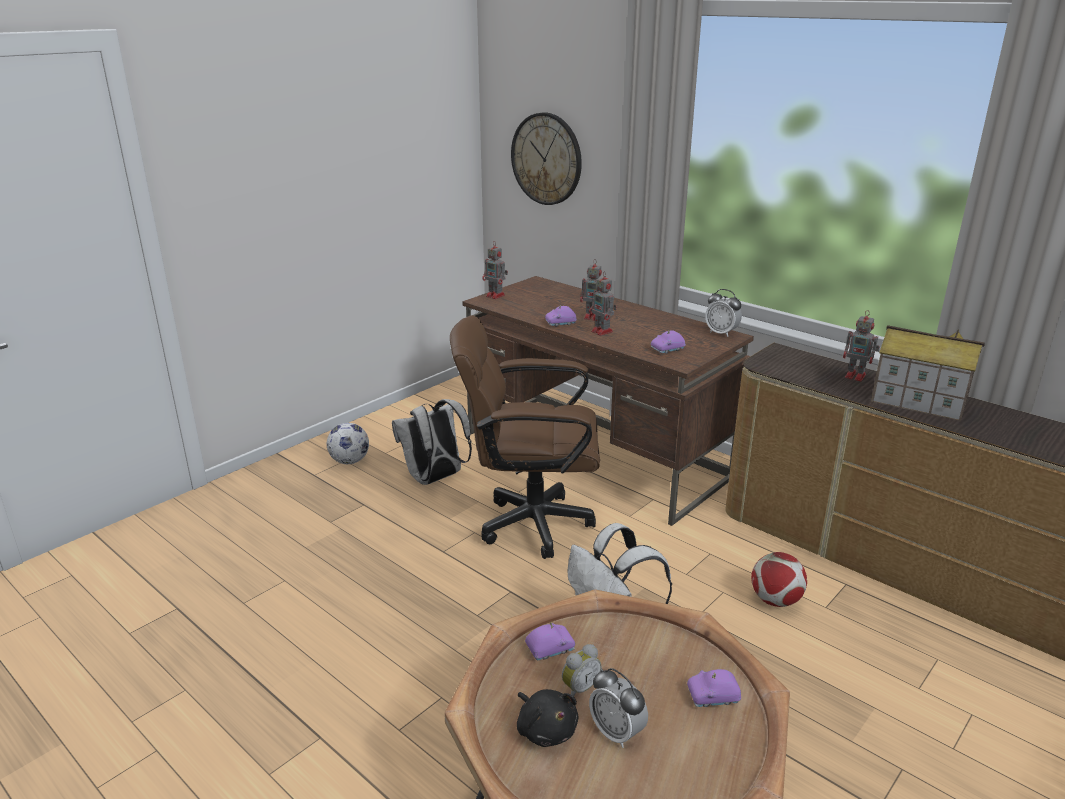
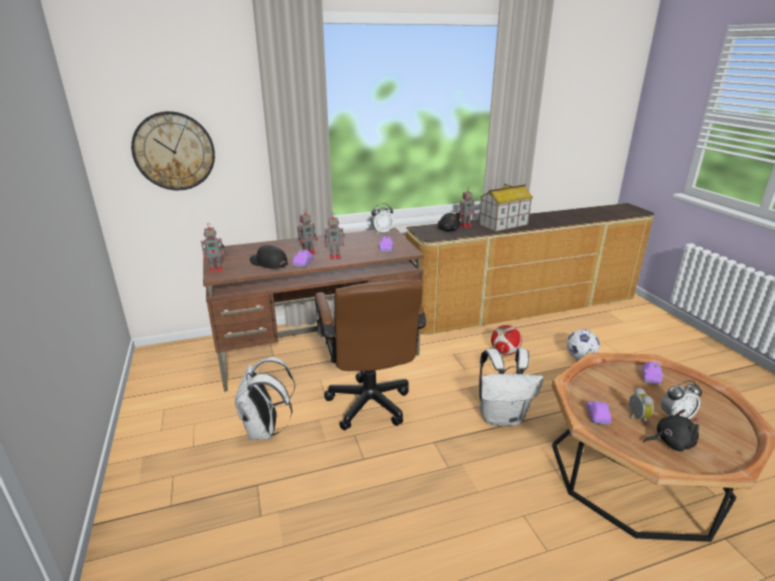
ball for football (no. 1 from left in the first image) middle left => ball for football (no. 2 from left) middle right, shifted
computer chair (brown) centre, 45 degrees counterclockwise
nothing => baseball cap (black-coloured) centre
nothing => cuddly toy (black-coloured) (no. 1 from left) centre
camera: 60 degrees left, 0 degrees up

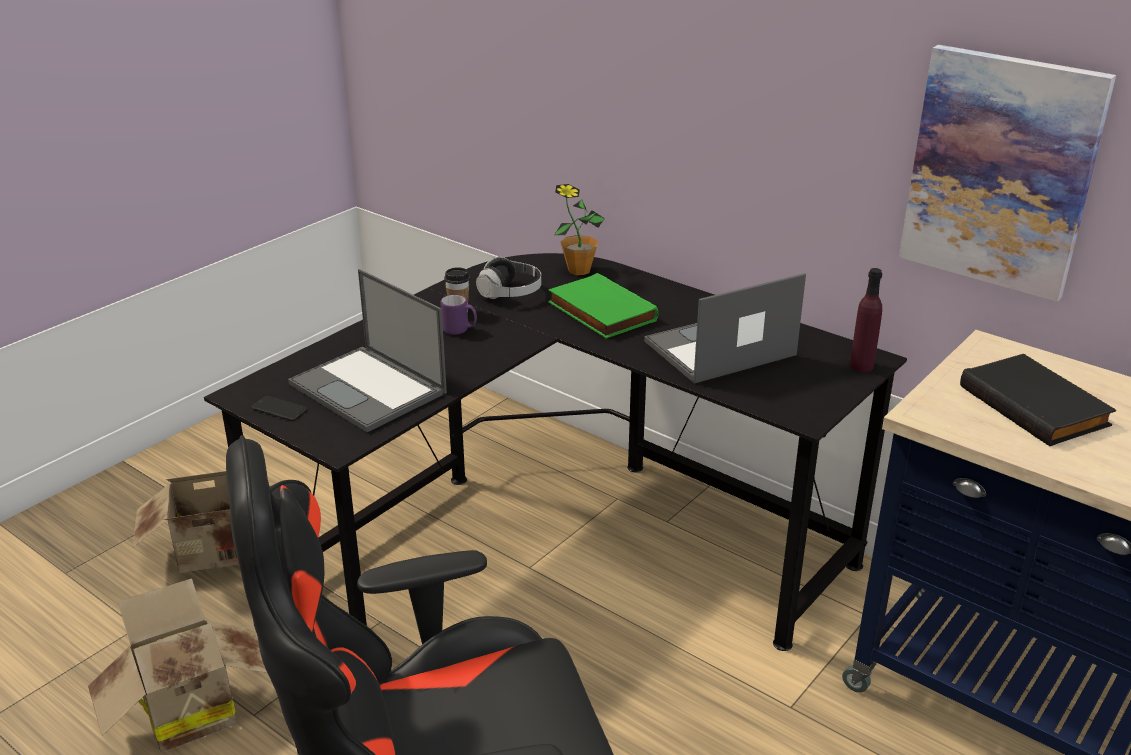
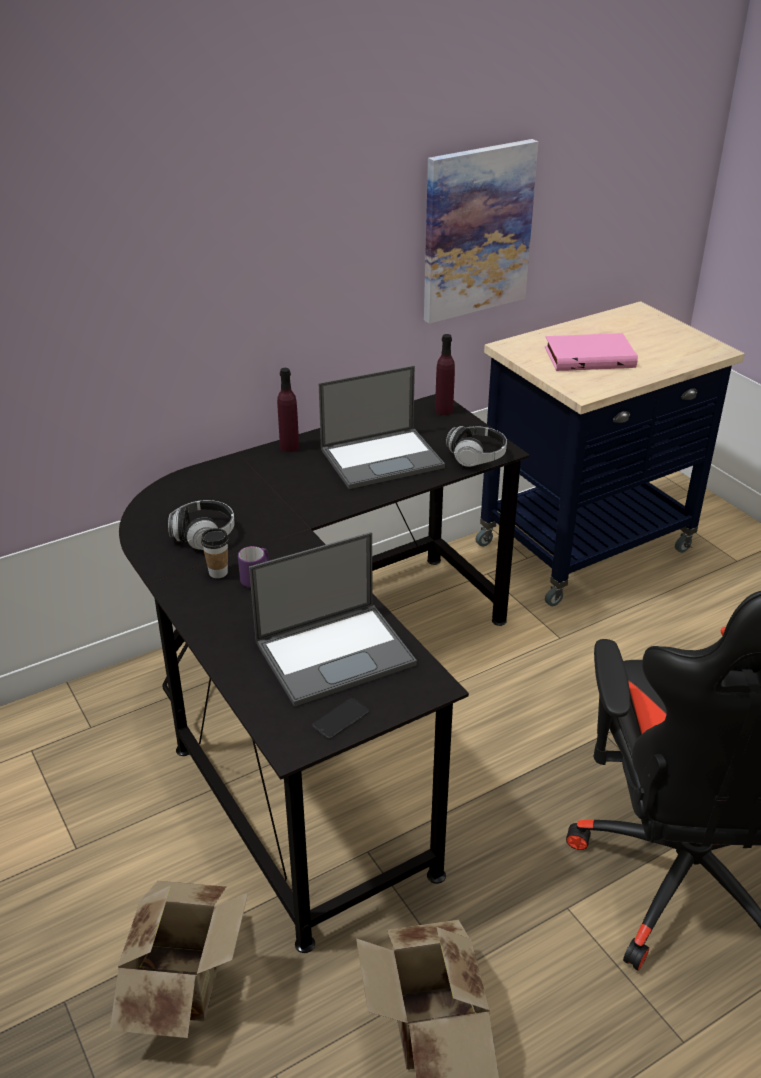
bound book (greenish) centre => nothing
houseplant top centre => nothing
notebook computer (no. 2 from left) centre, 105 degrees counterclockwise
bound book (black-coloured) middle right => bound book (pink) top right
nothing => drink bottle (purple) (no. 1 from left) centre
nothing => pair of headphones (no. 2 from left) centre
camera: 70 degrees left, 5 degrees up

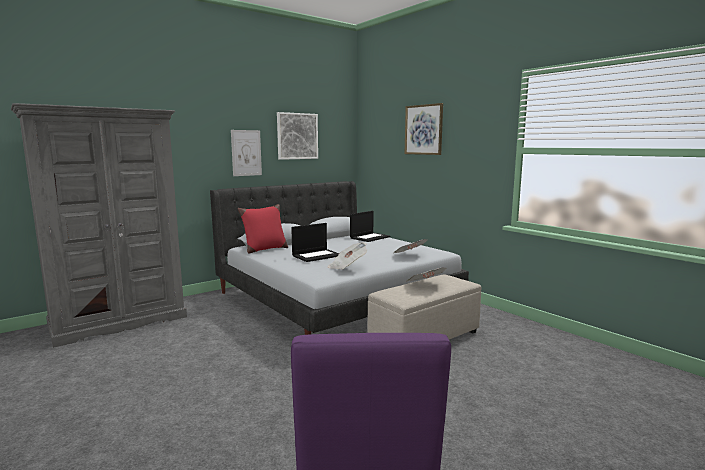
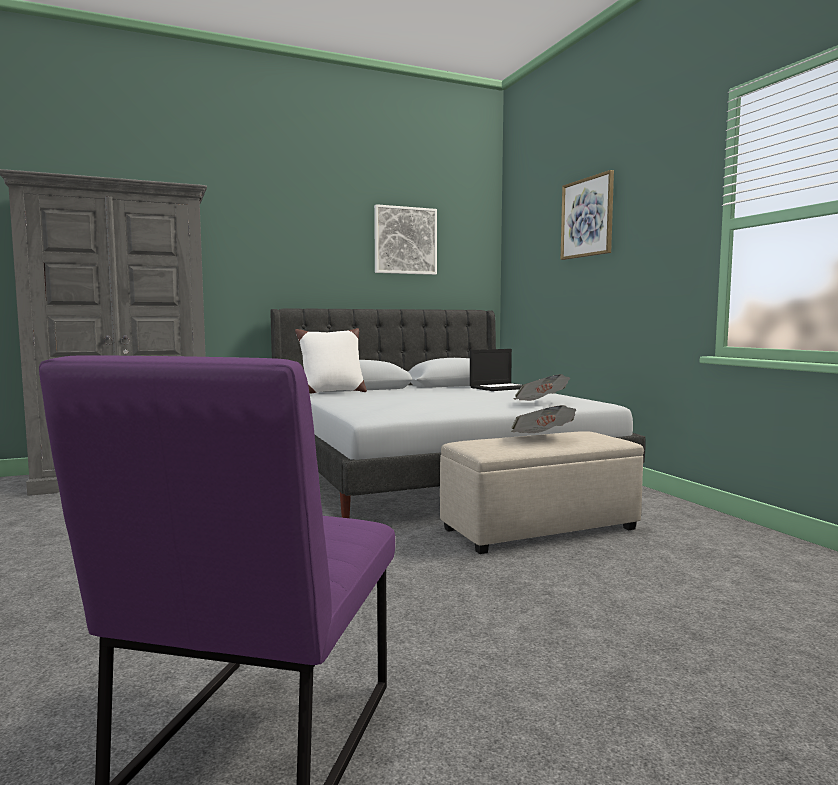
picture (no. 1 from left) top centre => nothing
throw pillow (red) centre => throw pillow (white-coloured) centre
notebook computer (no. 1 from left) centre => nothing
newspaper (no. 1 from left) centre => nothing
camera: 15 degrees right, 5 degrees down

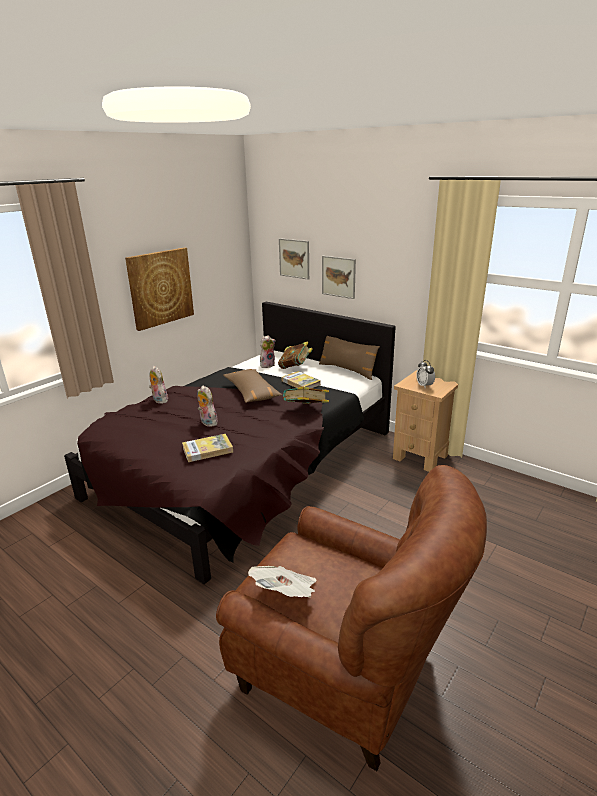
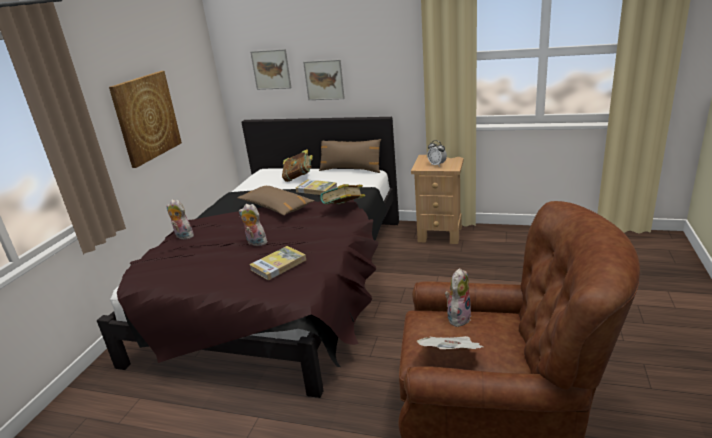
cuddly toy (no. 3 from left) centre => cuddly toy (no. 3 from left) bottom centre, shifted
camera: 20 degrees left, 0 degrees up

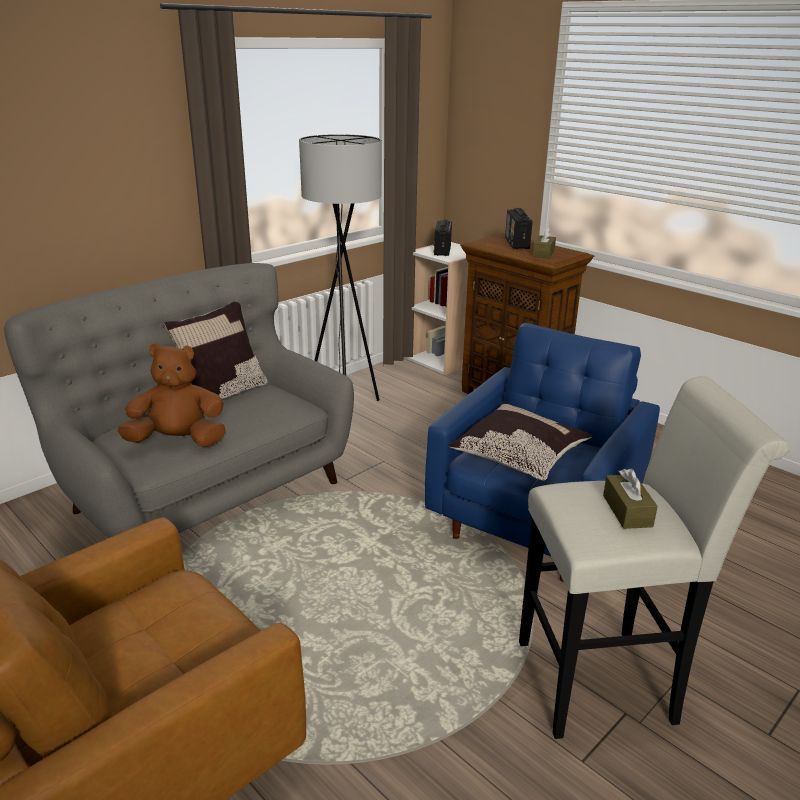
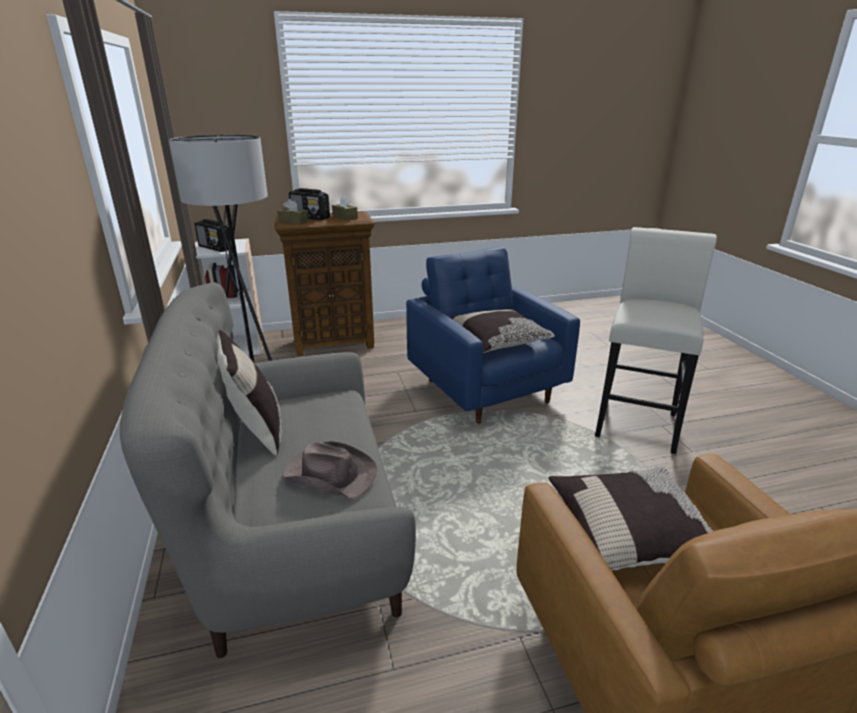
cuddly toy (brown) middle left => wearable hat (brown) centre
tissue box (brown) (no. 2 from left in the first image) middle right => tissue box (brown) (no. 1 from left) top centre, shifted
nothing => throw pillow (no. 3 from left) bottom right
camera: 60 degrees left, 0 degrees up

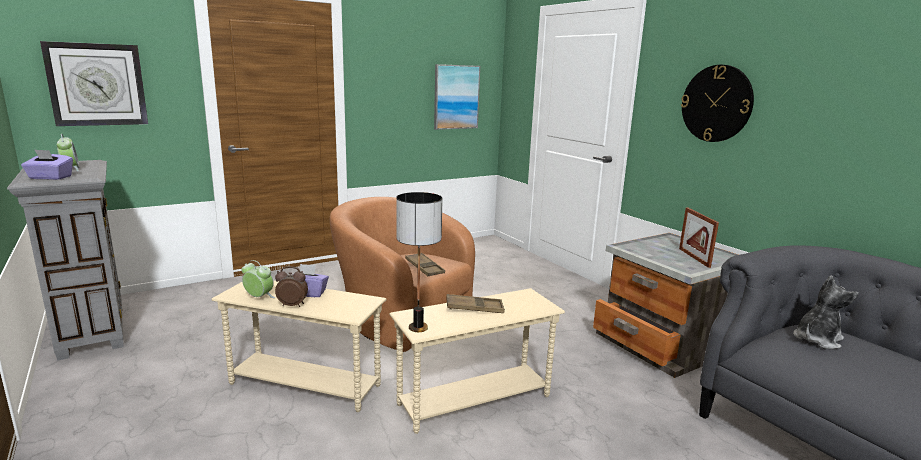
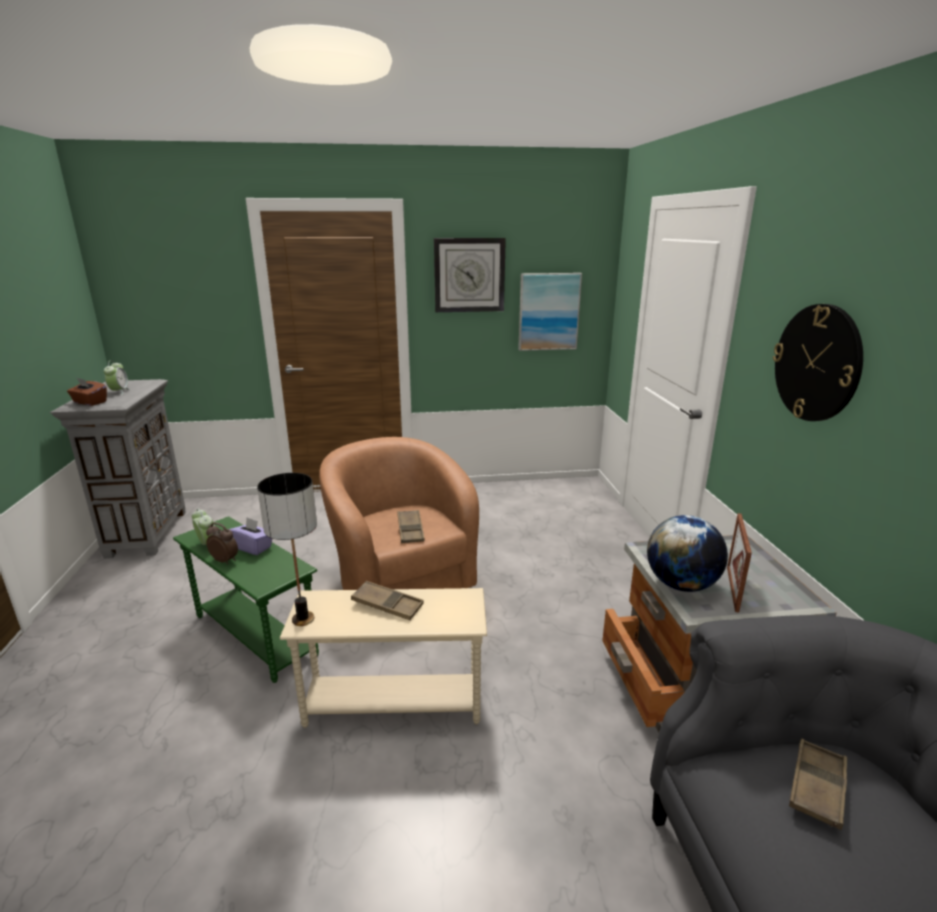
tissue box (purple) (no. 1 from left) middle left => tissue box (brown) middle left
clock on the wall (no. 1 from left) top left => clock on the wall (no. 1 from left) top centre, shifted
accent table (sand-coloured) (no. 1 from left) bottom left => accent table (greenish) middle left
cuddly toy bottom right => carrying tray (brown) (no. 3 from left) bottom right
nothing => world globe middle right
camera: 25 degrees right, 5 degrees up

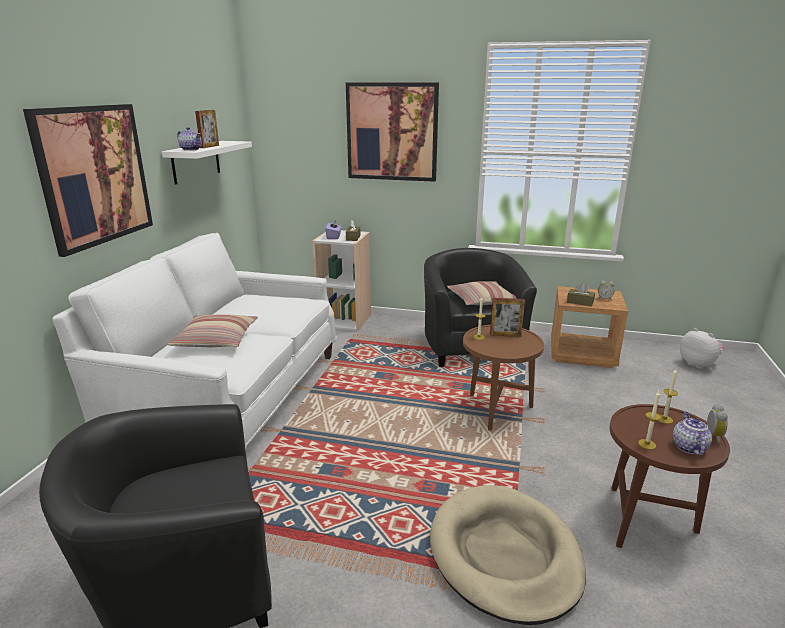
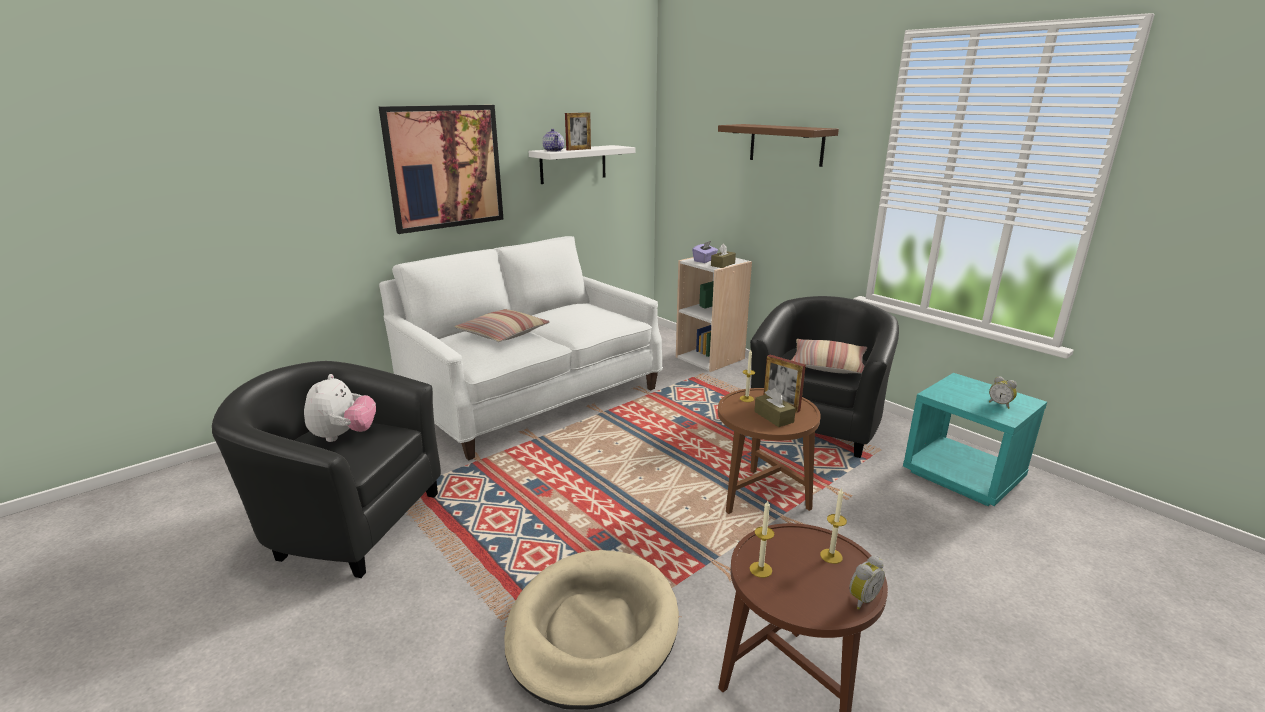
picture (no. 2 from left) top centre => bracket shelf (brown) top centre
bedside table (brown) middle right => bedside table (turquoise-coloured) middle right
tissue box (brown) (no. 2 from left) middle right => tissue box (brown) (no. 2 from left) centre, shifted
teapot (no. 2 from left) bottom right => nothing
cuddly toy middle right => cuddly toy middle left, shifted
camera: 35 degrees right, 0 degrees up

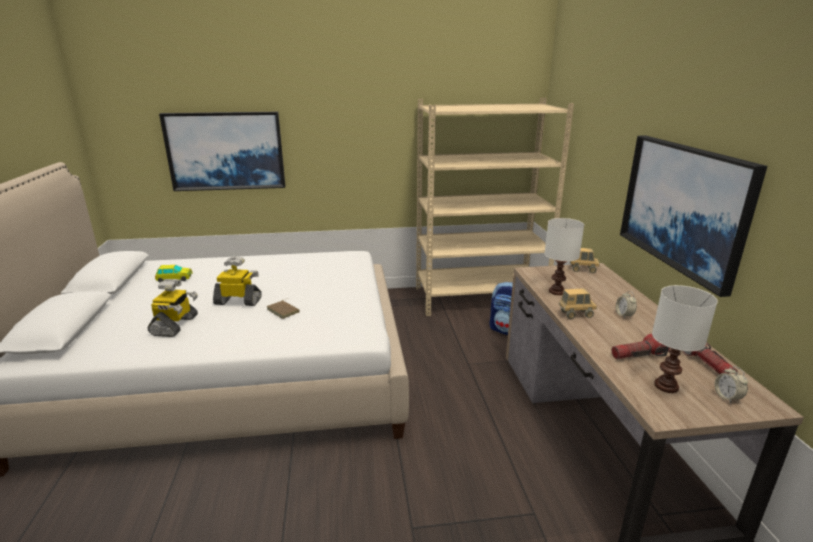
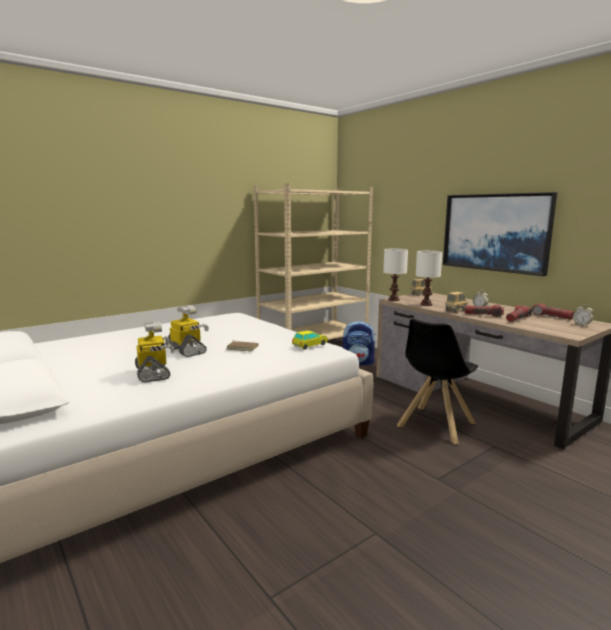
miniature car middle left => miniature car centre, shifted
picture (no. 1 from left) top left => nothing
model robot (no. 2 from left) middle left, 75 degrees clockwise
table lamp (white-coloured) (no. 2 from left in the first image) middle right => table lamp (white-coloured) (no. 1 from left) centre, shifted
nothing => chair (black-coloured) middle right
nothing => flashlight (no. 1 from left) middle right
camera: 30 degrees left, 10 degrees down

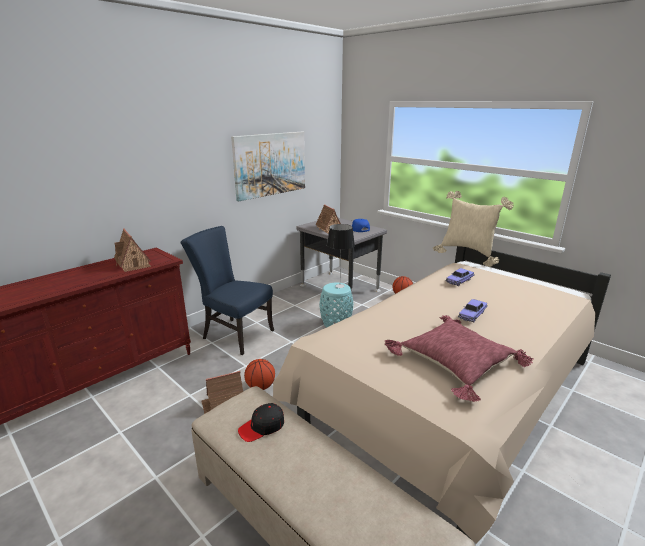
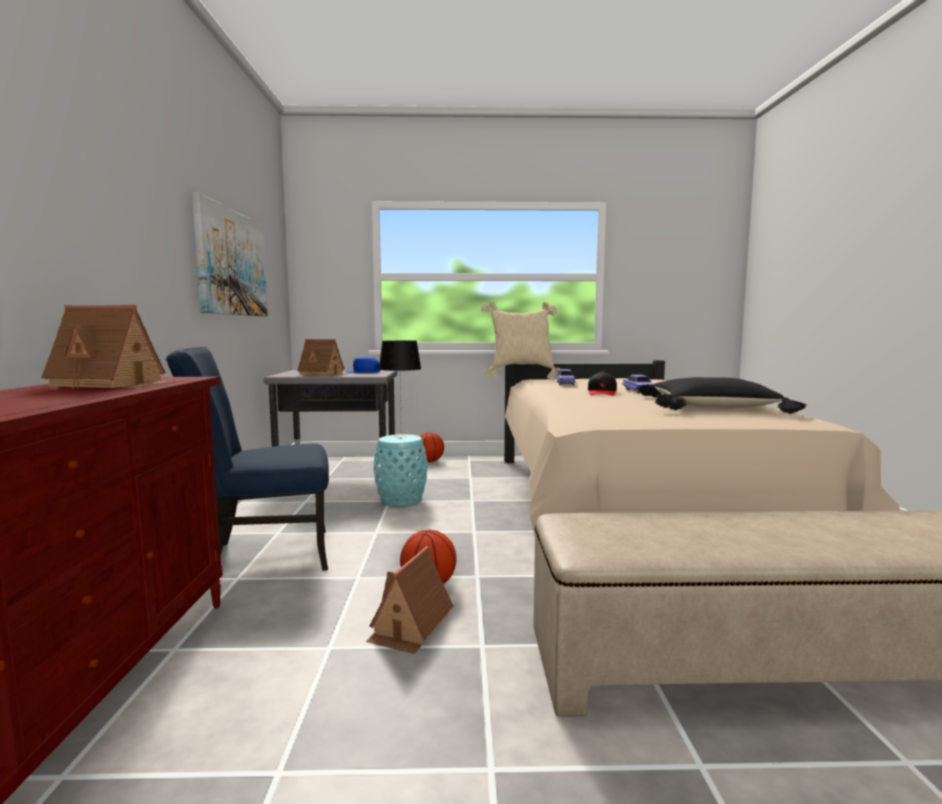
baseball cap (black-coloured) bottom centre => baseball cap (black-coloured) centre, shifted
throw pillow (red) middle right => throw pillow (black-coloured) middle right
camera: 45 degrees left, 15 degrees down

